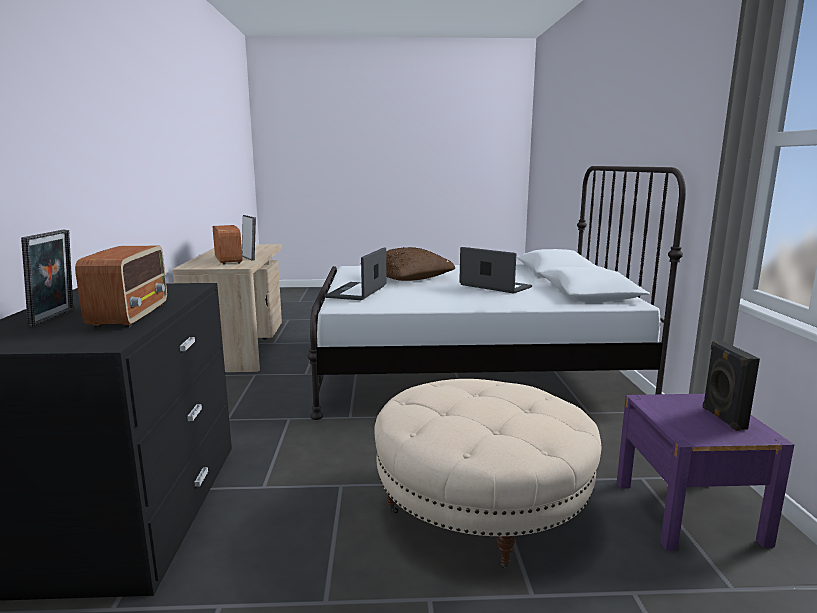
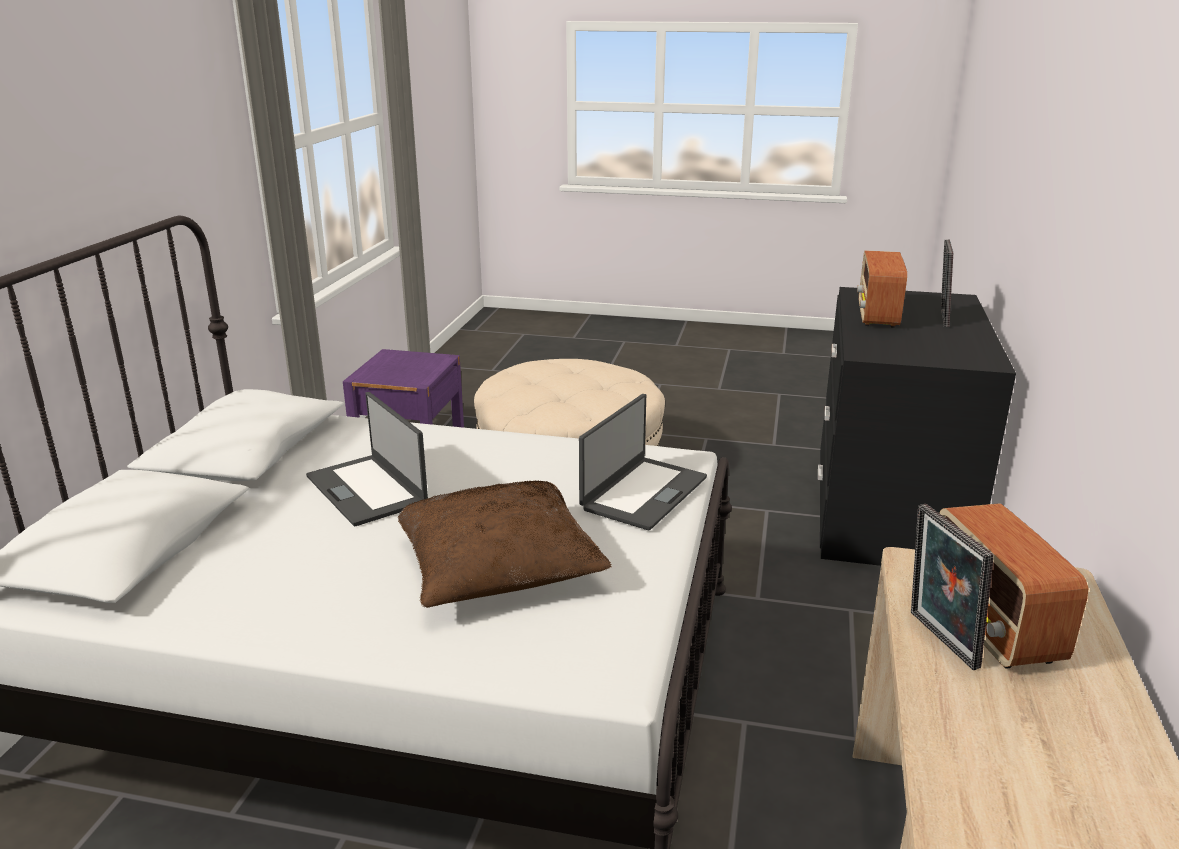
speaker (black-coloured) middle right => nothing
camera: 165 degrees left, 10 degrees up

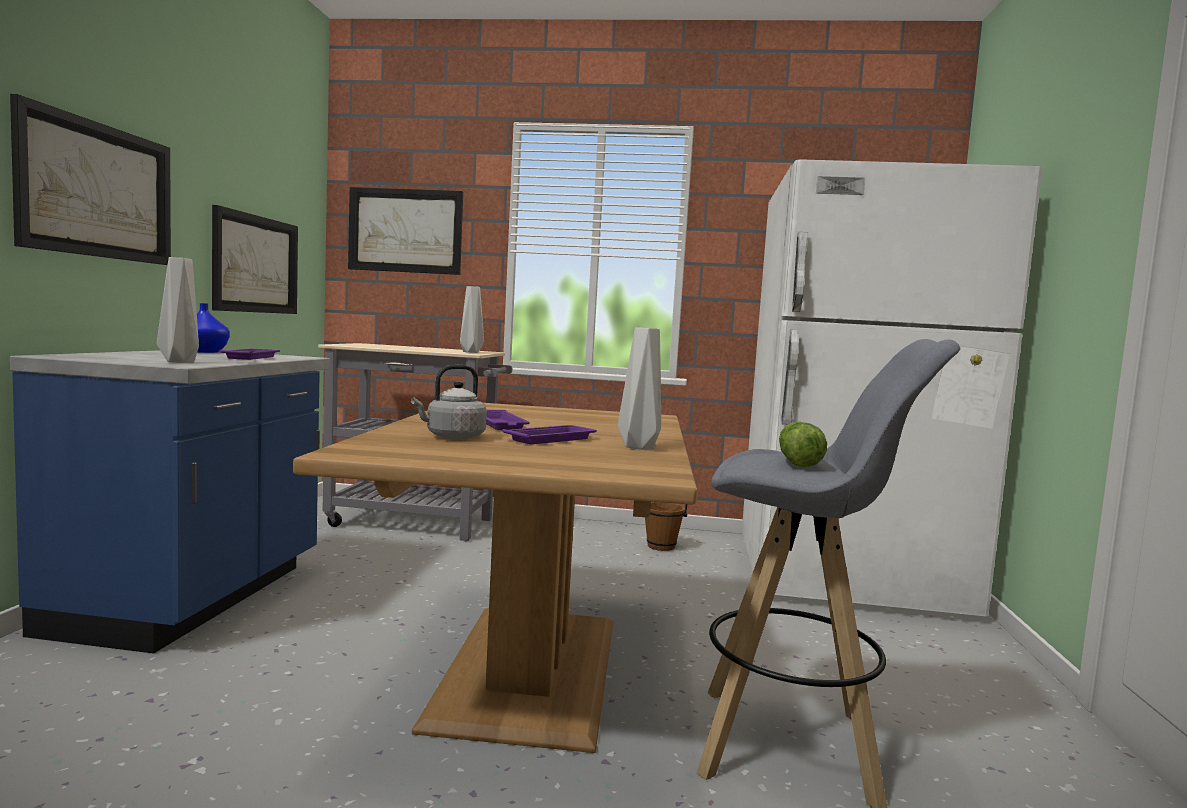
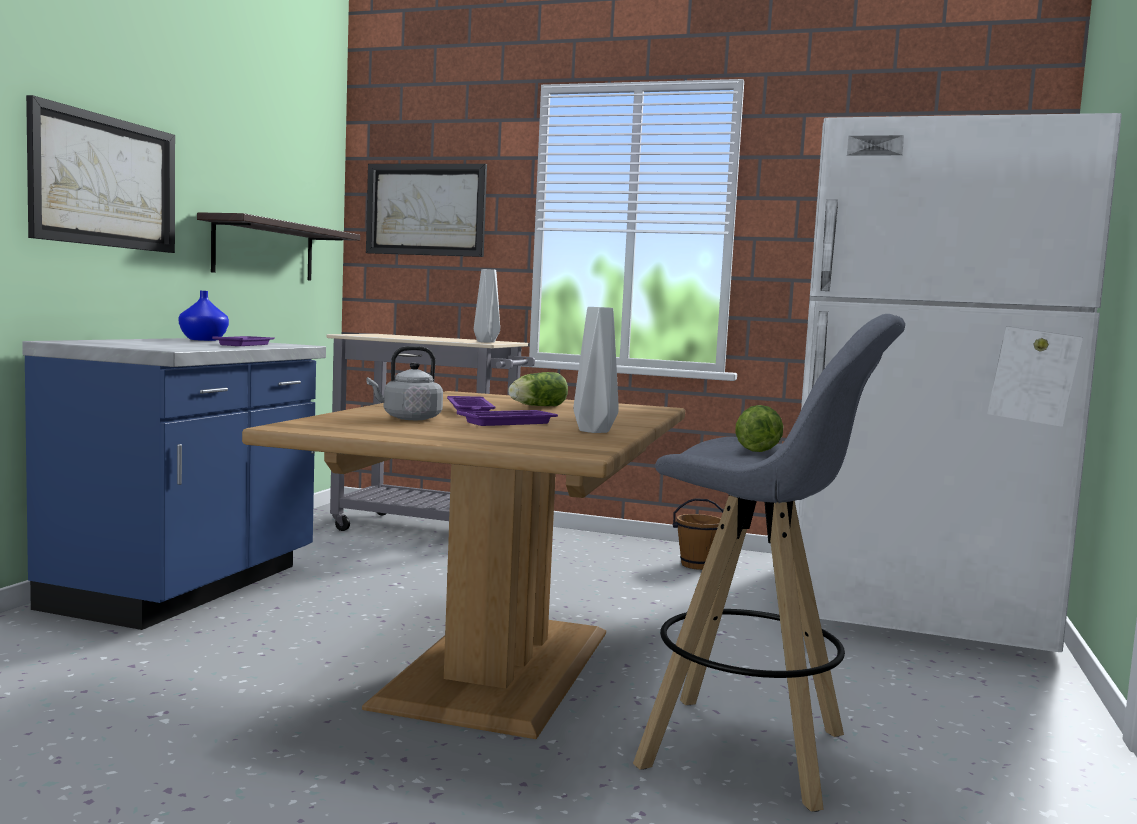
decorative vase (grey) (no. 1 from left) middle left => nothing
picture (no. 2 from left) top left => bracket shelf top left
nothing => head of lettuce (no. 1 from left) centre
camera: 10 degrees right, 0 degrees up

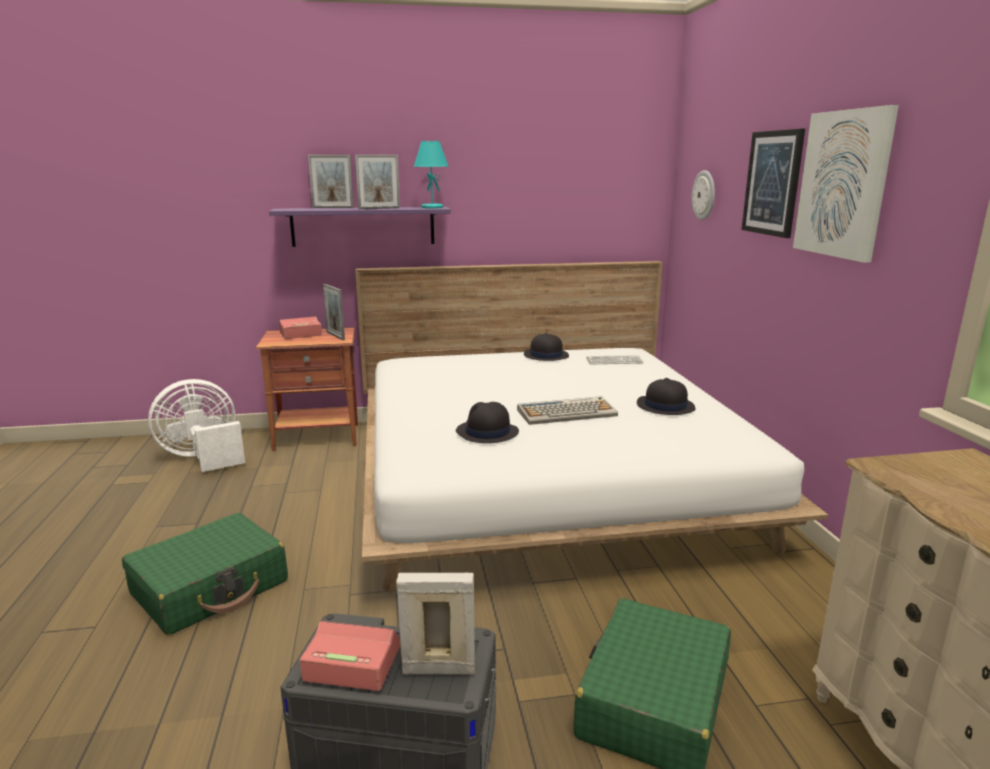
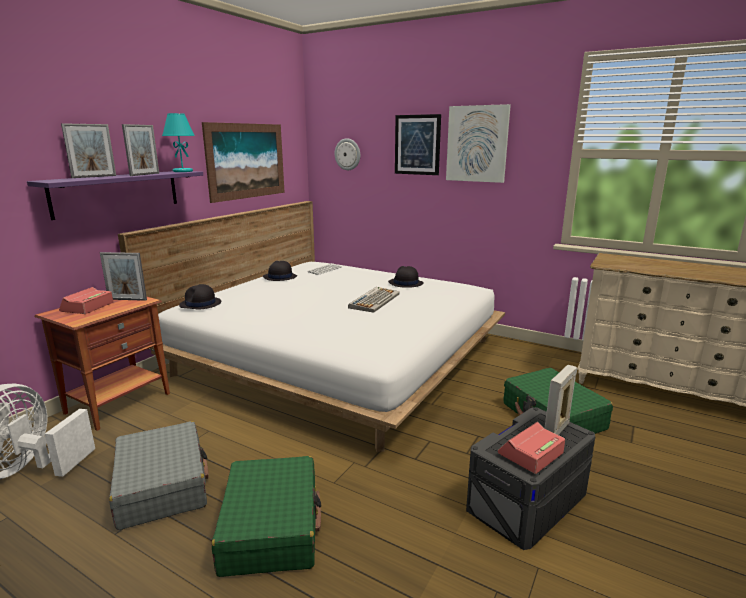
wearable hat (black-coloured) (no. 1 from left) centre => wearable hat (black-coloured) (no. 1 from left) middle left, shifted
nothing => travel case (grey) bottom left
nothing => picture (no. 1 from left) top left
camera: 50 degrees left, 0 degrees up

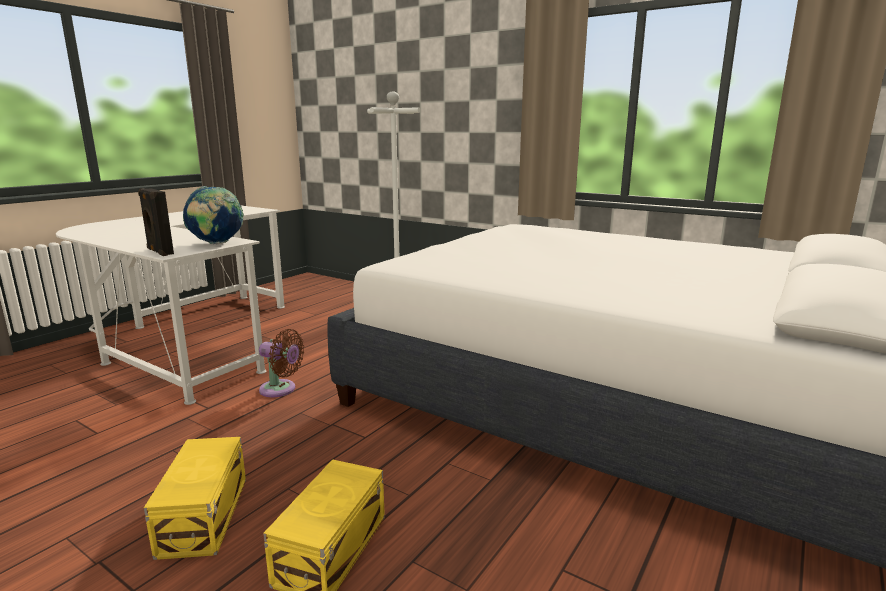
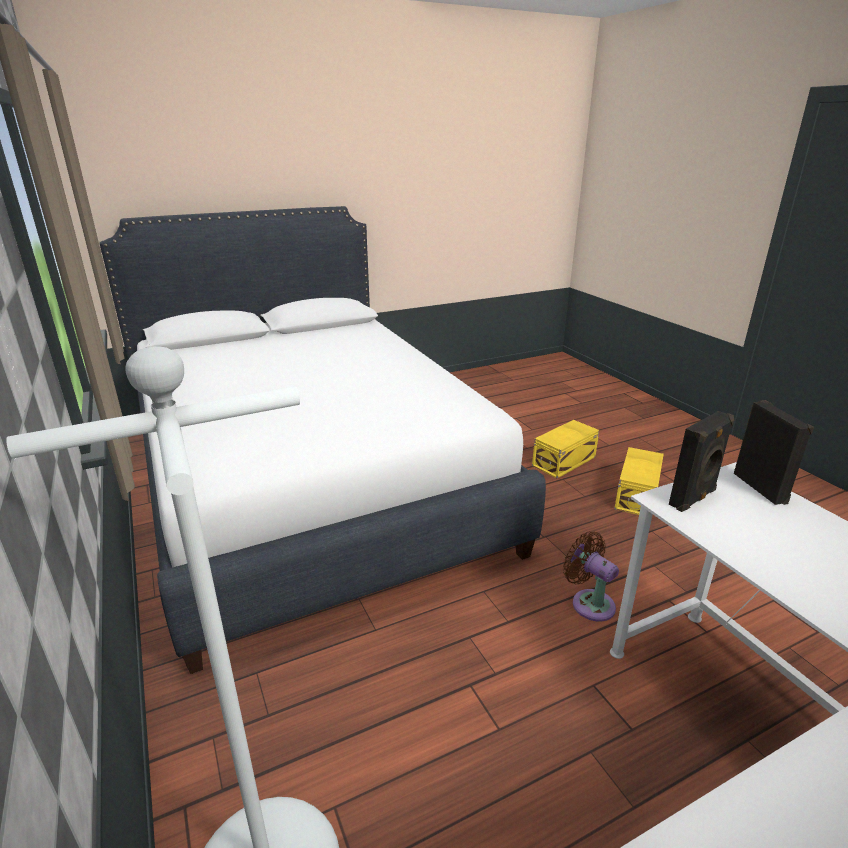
world globe middle left => speaker (black-coloured) (no. 1 from left) middle right
camera: 150 degrees left, 10 degrees up

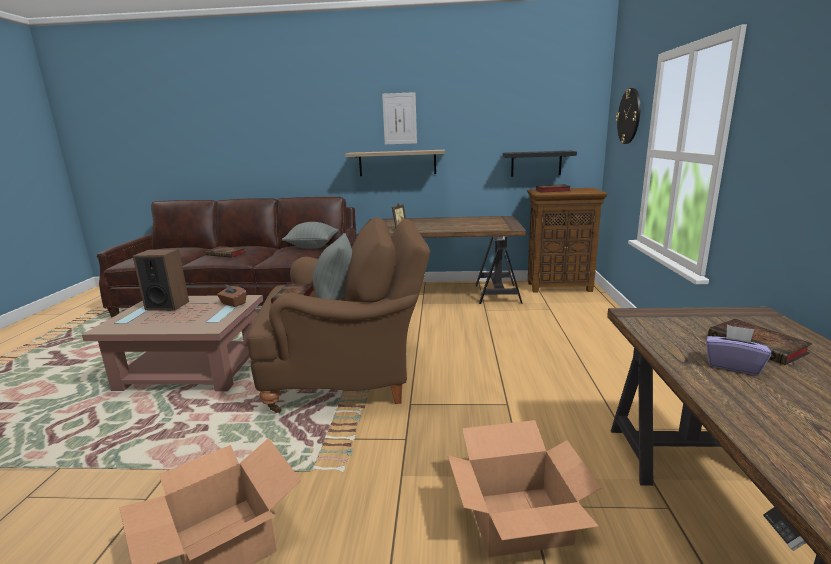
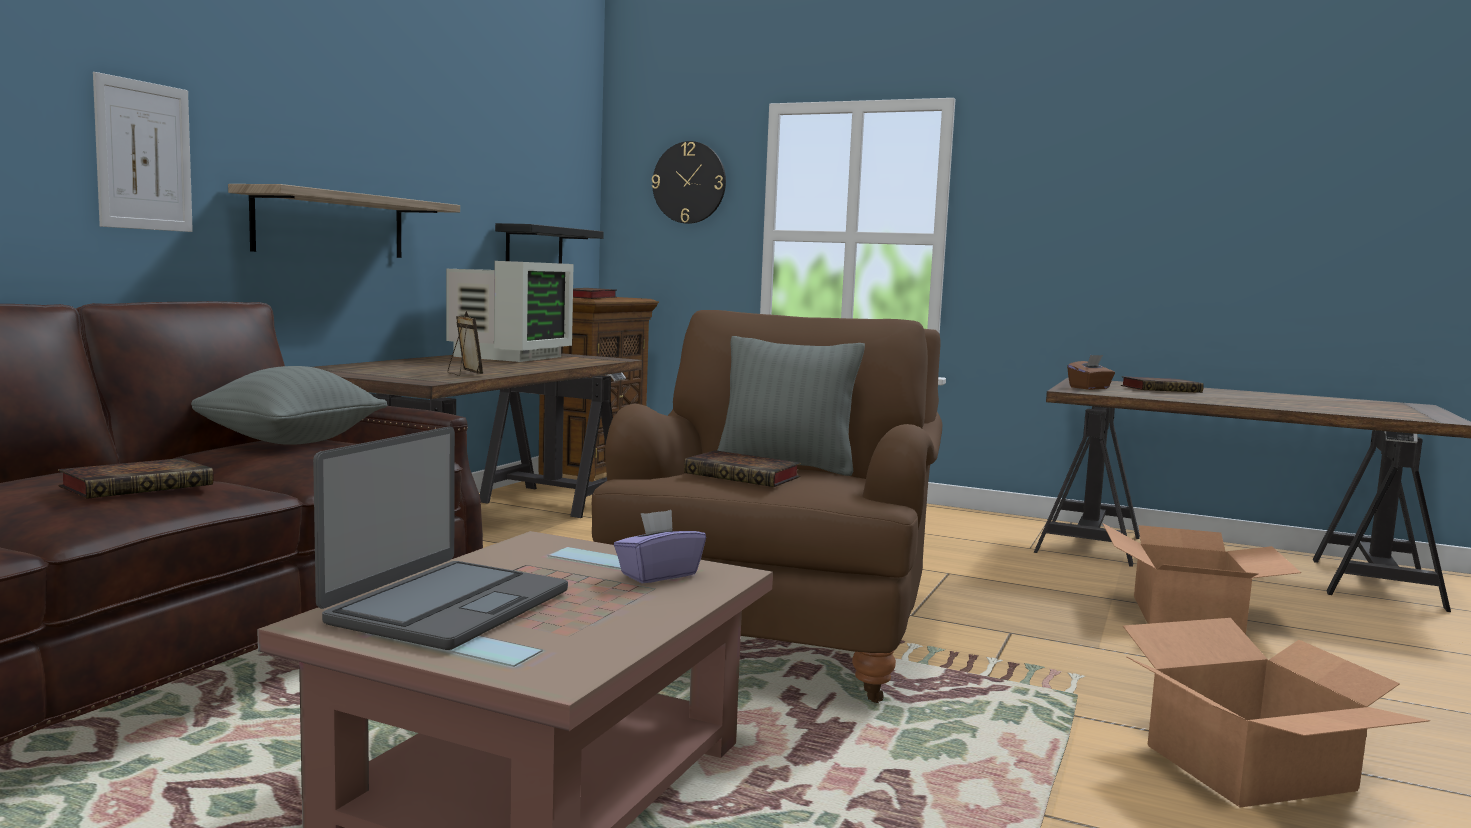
speaker middle left => notebook computer middle left
tissue box (brown) middle left => tissue box (brown) middle right, shifted
picture top centre => picture top left, shifted
tissue box (purple) middle right => tissue box (purple) centre, shifted
nothing => computer screen centre
camera: 70 degrees left, 10 degrees down

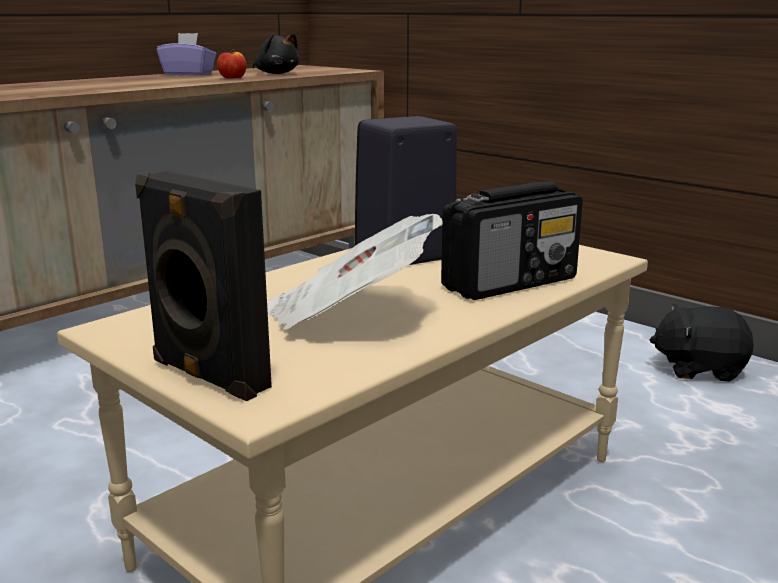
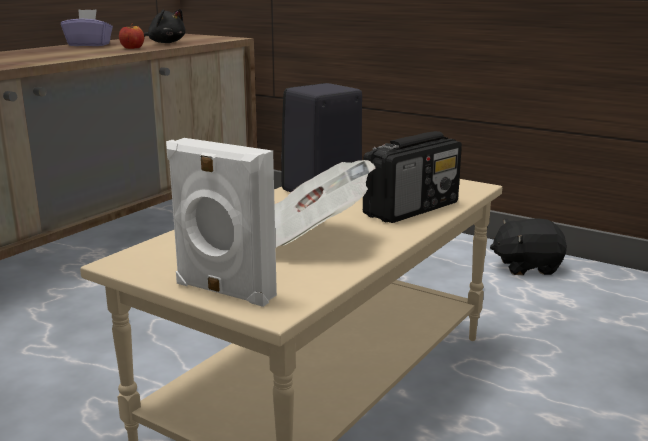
speaker (black-coloured) (no. 1 from left) middle left => speaker (white-coloured) centre
camera: 10 degrees left, 0 degrees up

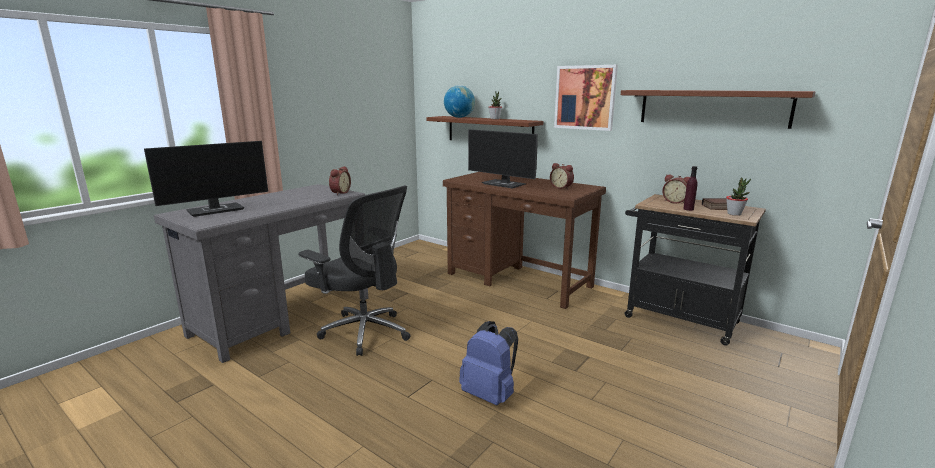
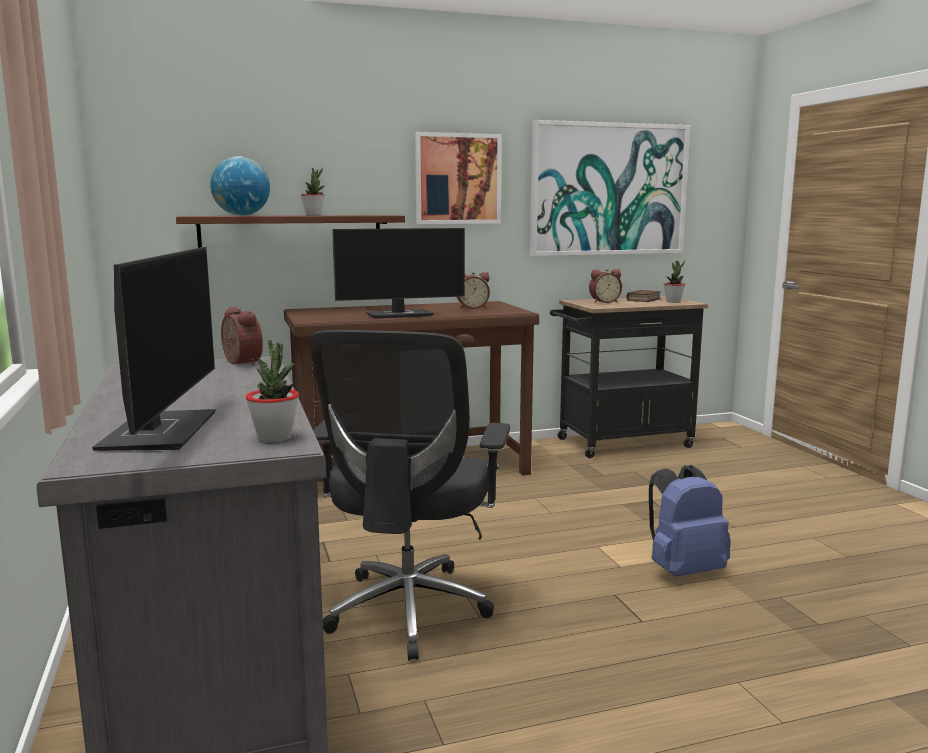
computer chair centre, 120 degrees clockwise
bracket shelf (brown) (no. 2 from left) top right => picture (no. 2 from left) top centre
drink bottle (purple) middle right => nothing
nothing => houseplant (no. 1 from left) middle left
camera: 55 degrees left, 5 degrees down

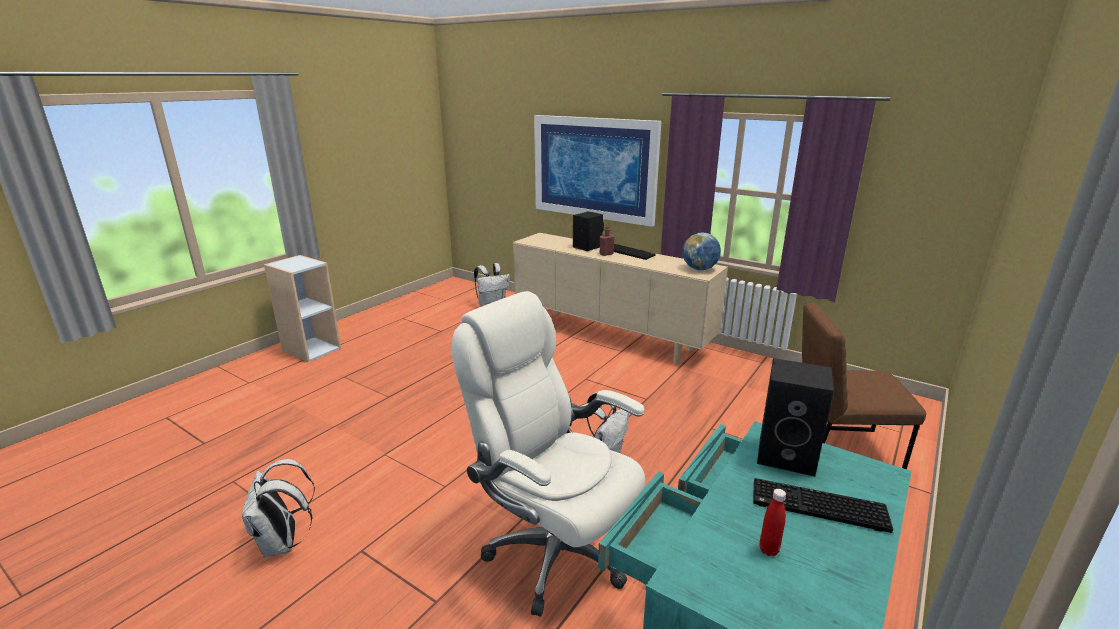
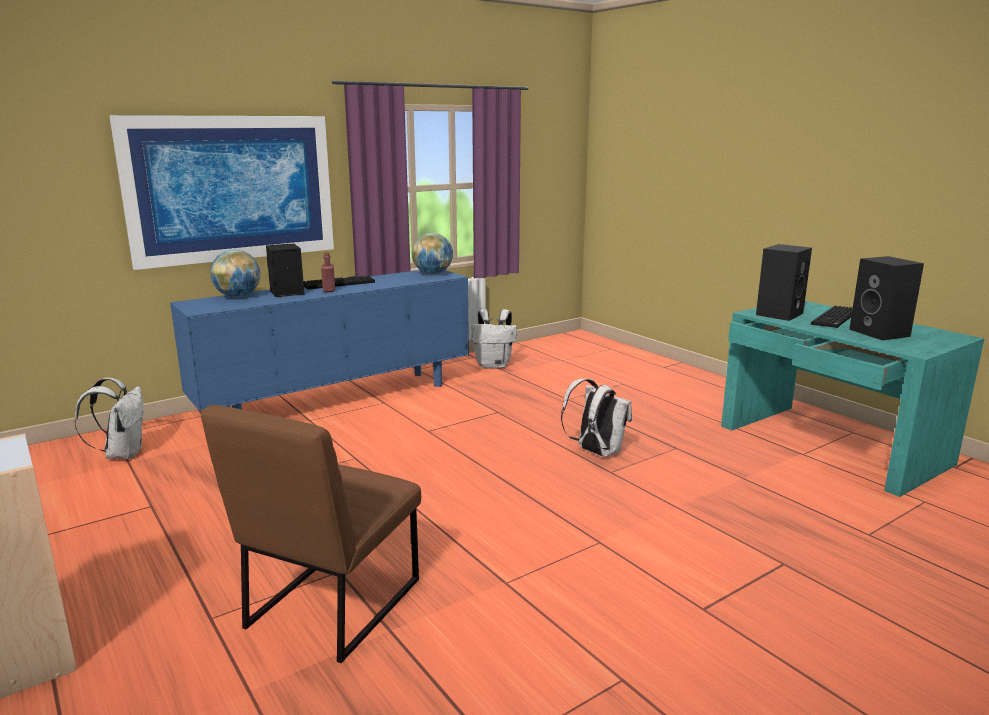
rucksack (white-coloured) (no. 1 from left in the first image) bottom left => rucksack (white-coloured) (no. 2 from left) centre, shifted
computer chair (white-coloured) bottom centre => nothing
cupboard (sand-coloured) centre => cupboard (blue-coloured) middle left
drink bottle (red) (no. 2 from left) bottom right => speaker (black-coloured) (no. 3 from left) middle right
chair (brown) middle right => chair (brown) bottom left, shifted
nothing => world globe (no. 1 from left) middle left
camera: 70 degrees left, 5 degrees down

